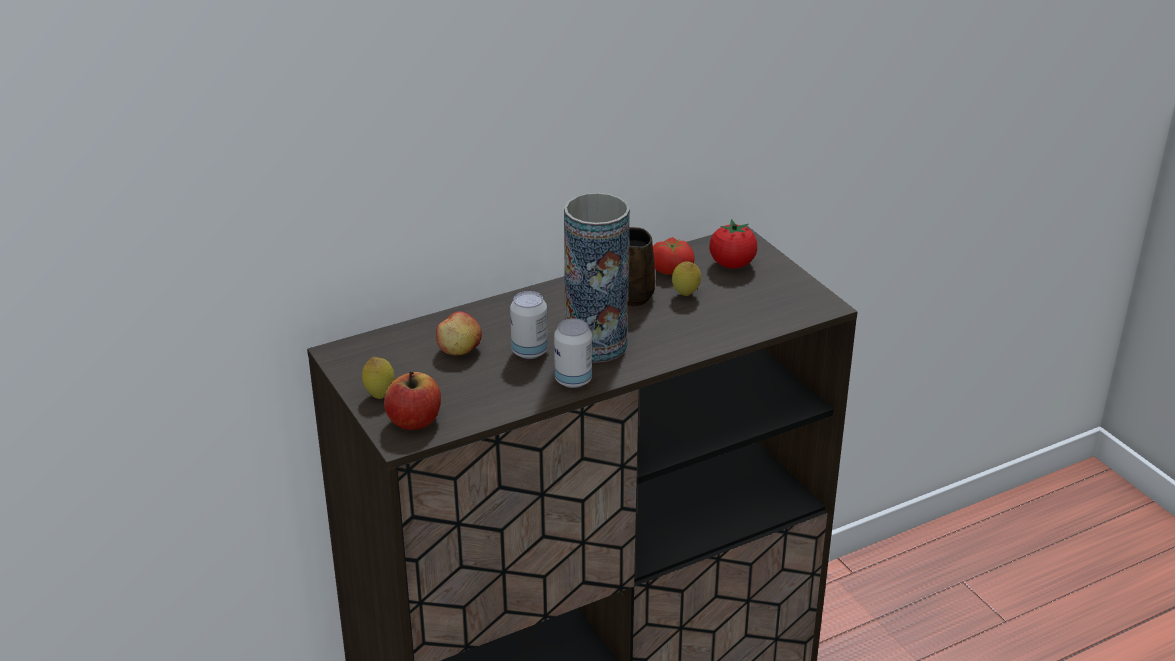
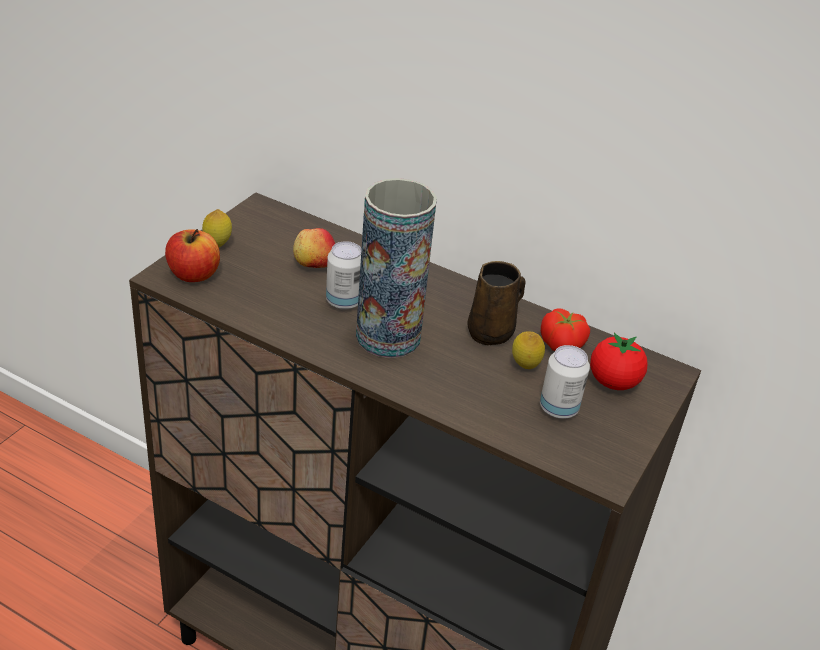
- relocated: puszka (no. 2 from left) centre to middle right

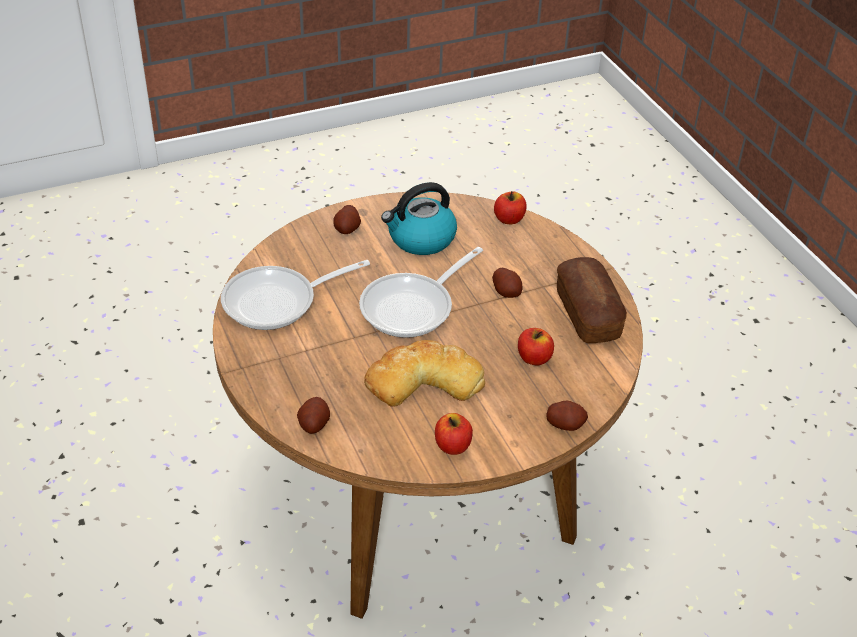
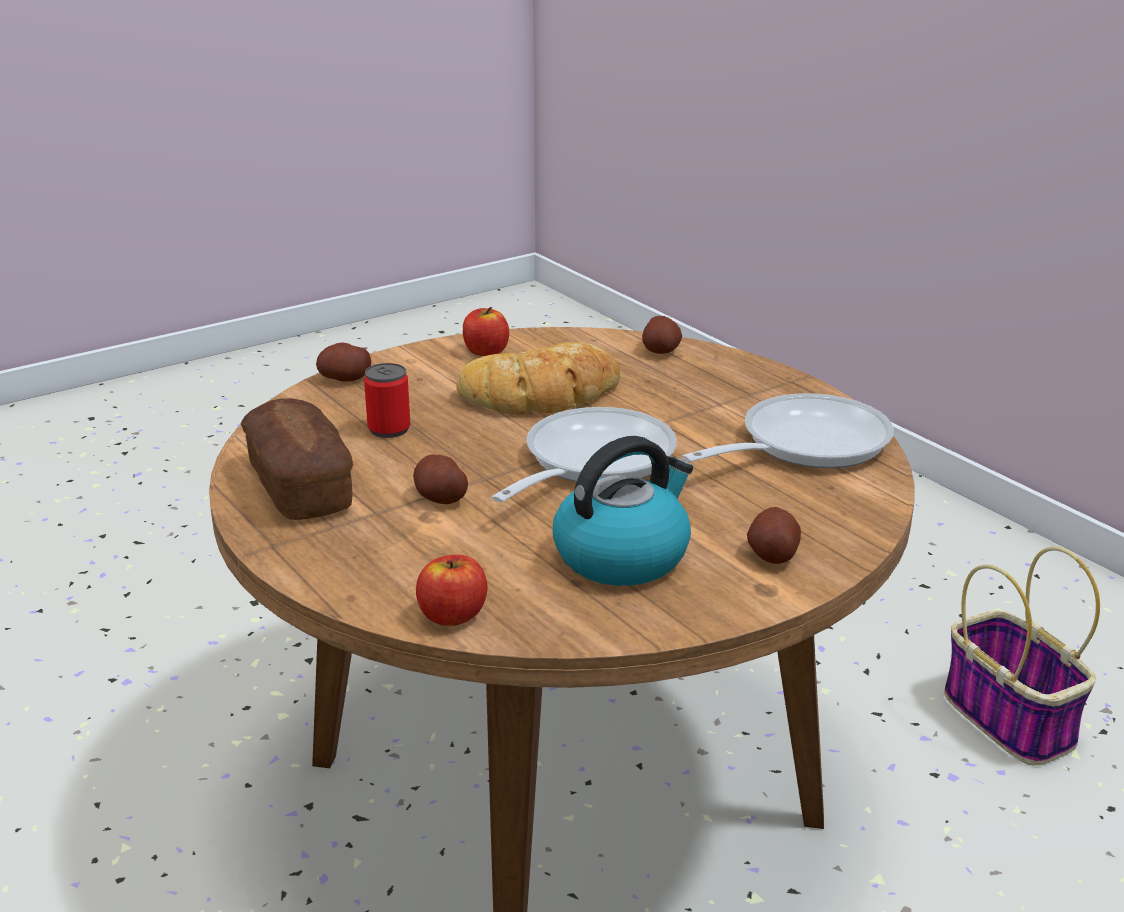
- exchanged: jabłko (no. 3 from left) centre to puszka centre
- appeared: koszyk bottom right

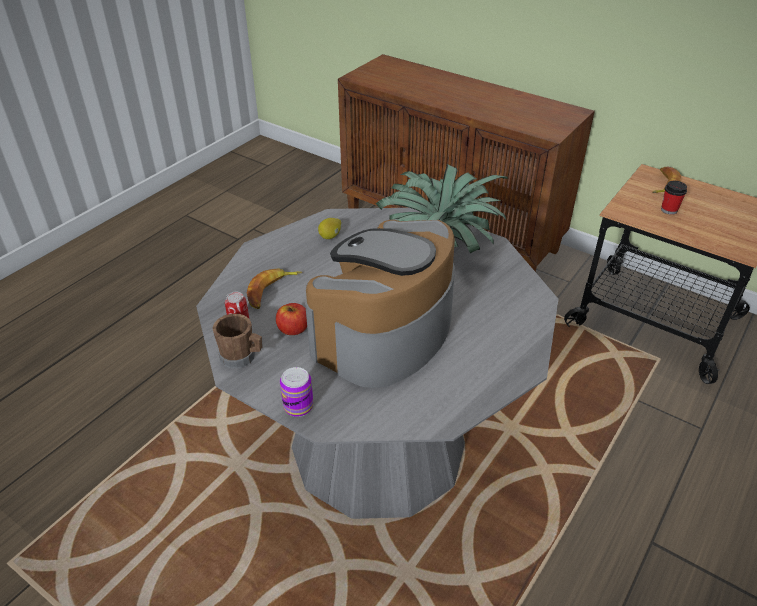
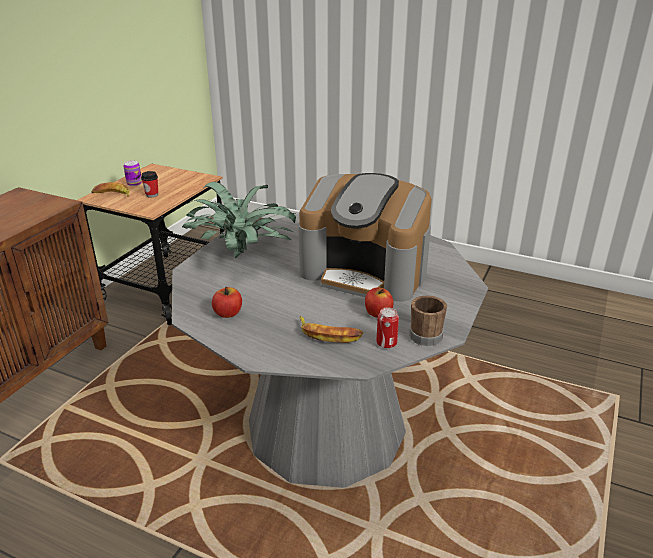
- relocated: puszka (no. 2 from left in the first image) centre to puszka (no. 1 from left) top left
- exchanged: cytryna centre to jabłko (no. 1 from left) centre

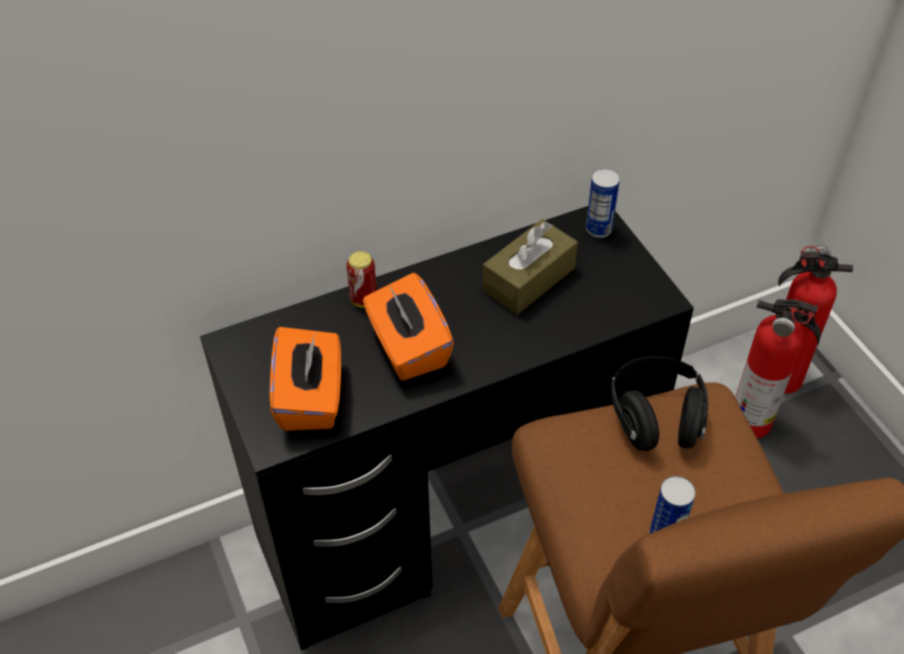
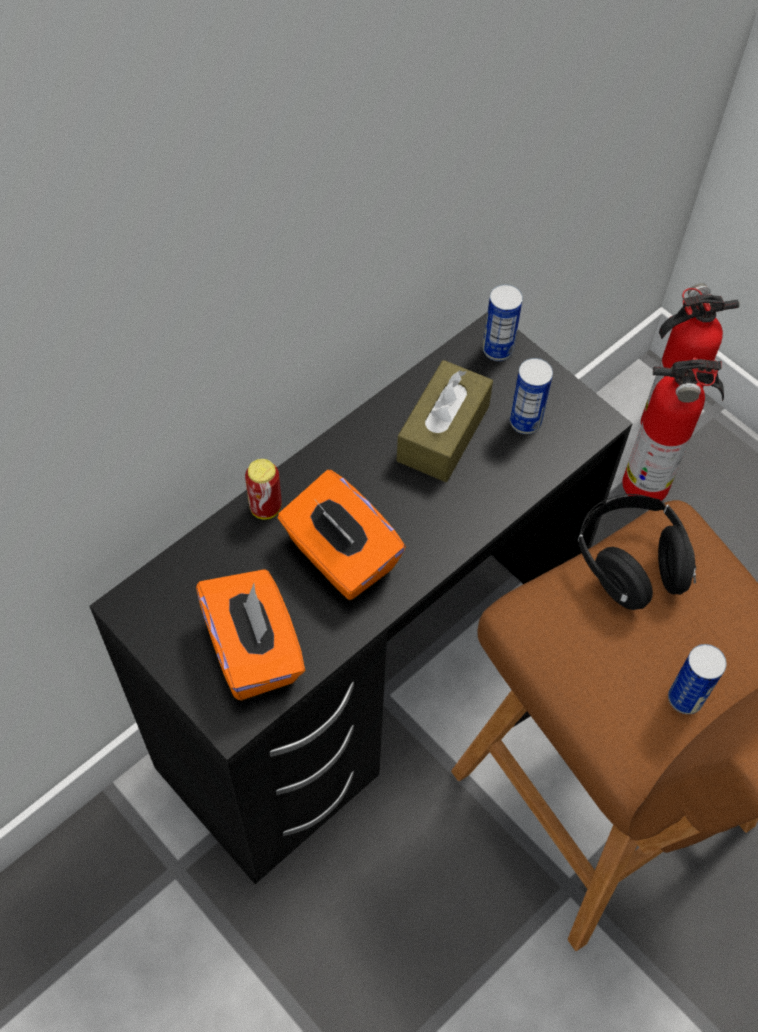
- appeared: puszka (no. 3 from left) middle right

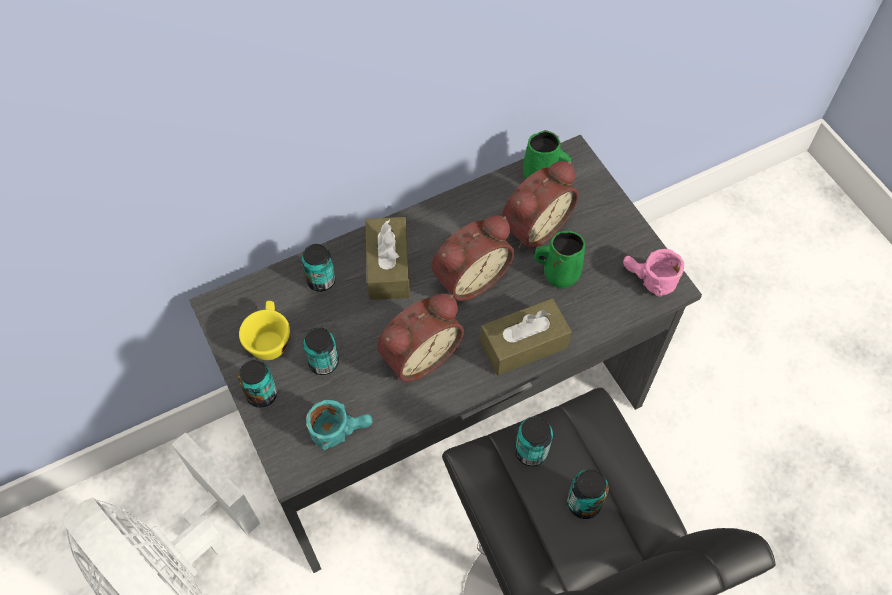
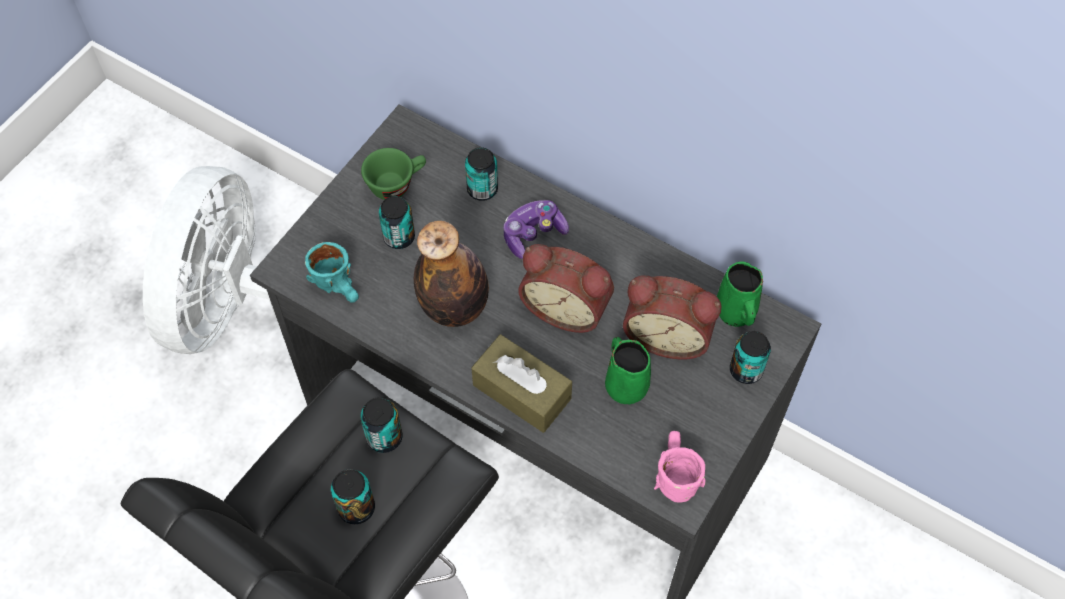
- colour: filiżanka/żółty middle left to filiżanka/zielony top centre
- exchanged: budzik (no. 1 from left) centre to butelka centre
- exchanged: pudełko chusteczek/brązowy (no. 1 from left) centre to pad do gier centre
- relocated: puszka (no. 1 from left in the first image) middle left to puszka (no. 5 from left) middle right

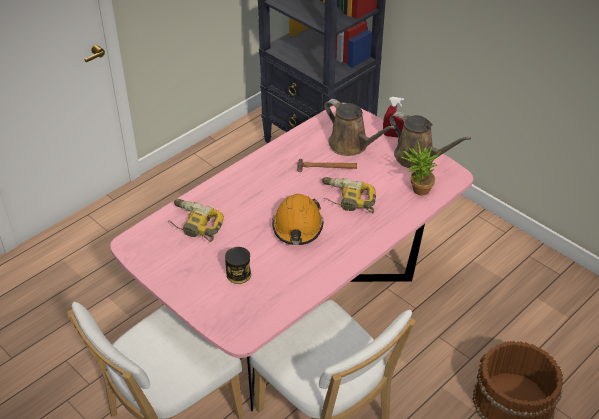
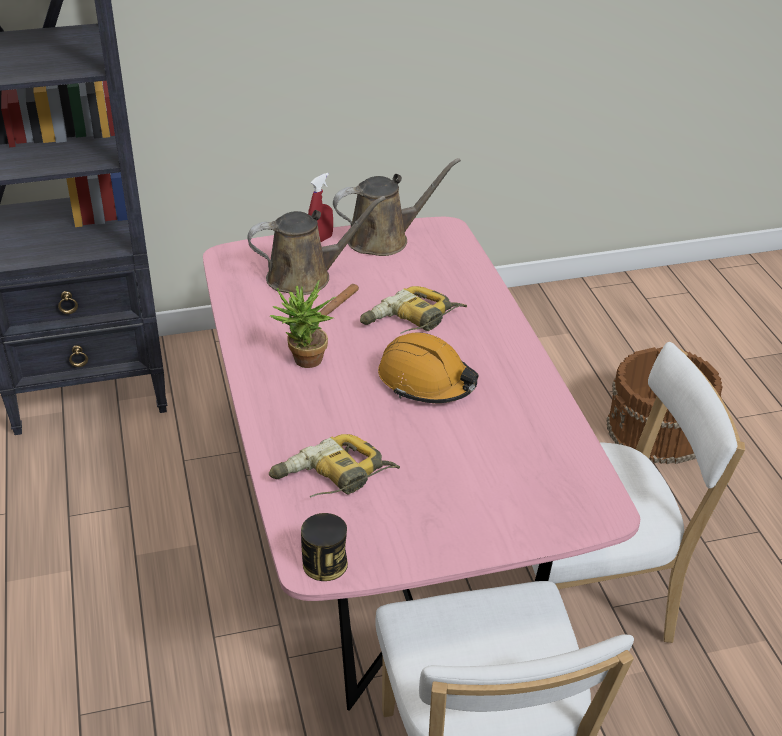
- relocated: roślina doniczkowa middle right to centre
- relocated: puszka centre to bottom centre

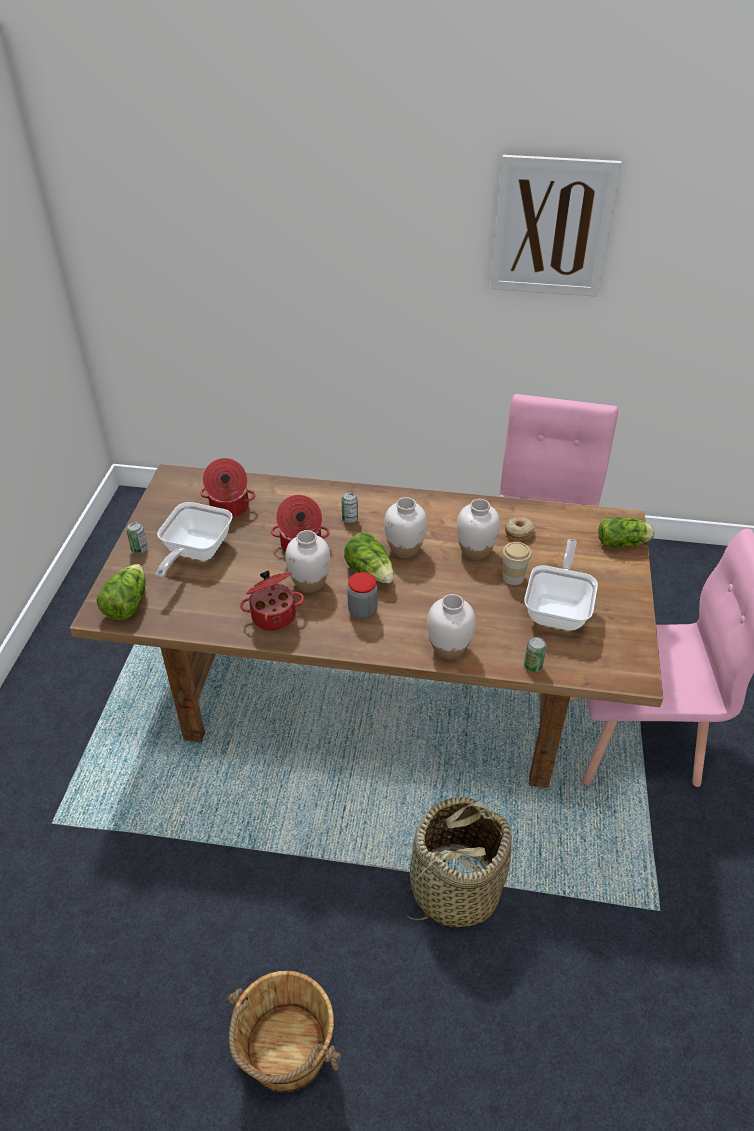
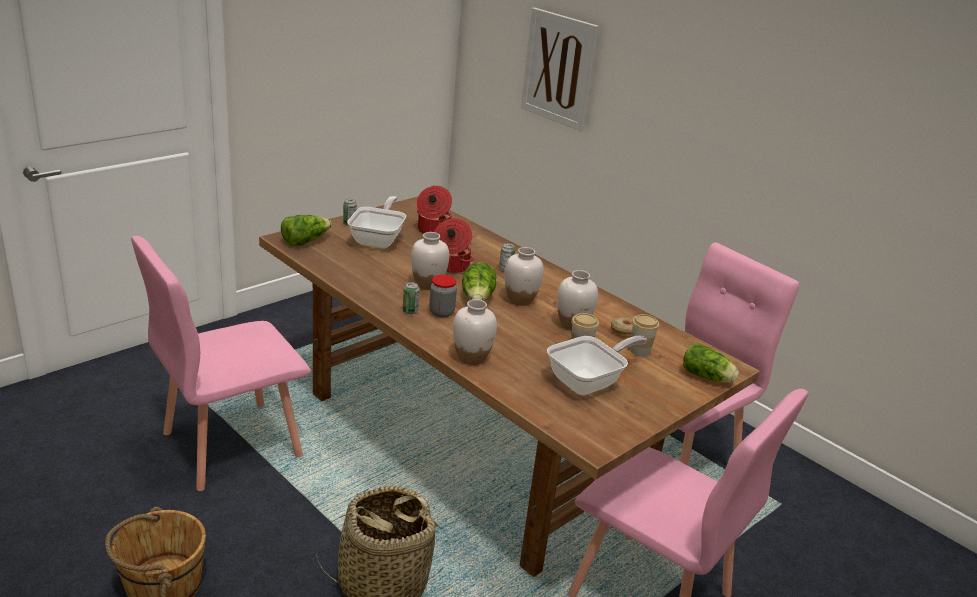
- appeared: krzesło/różowy (no. 1 from left) middle left
- spun: patelnia (no. 1 from left) middle left = centre 135 degrees clockwise
- relocated: puszka (no. 3 from left in the first image) middle right to puszka (no. 2 from left) centre
- relocated: obraz top right to top centre
- appeared: filiżanka (no. 2 from left) centre
- missing: garnek (no. 2 from left) centre

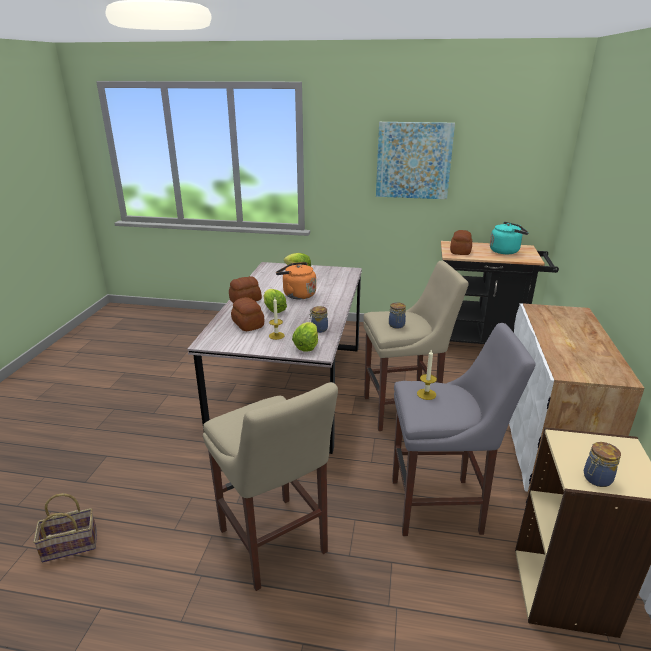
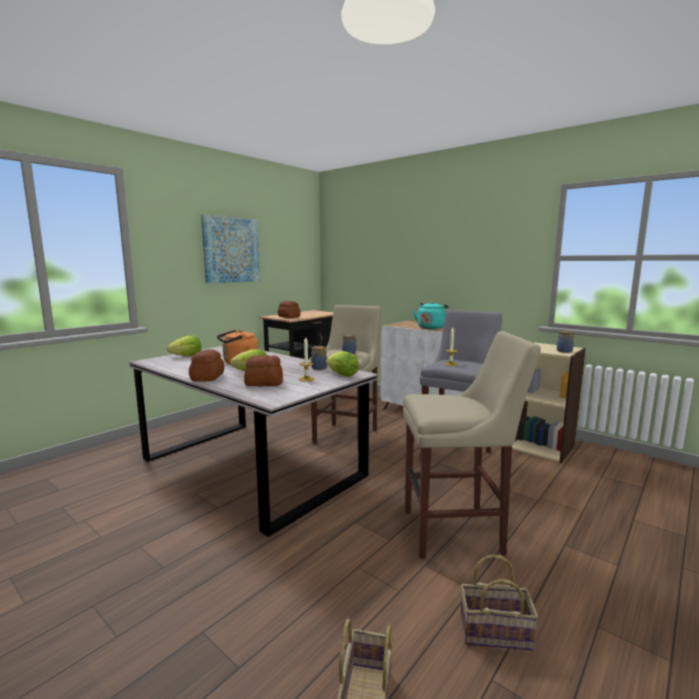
- relocated: czajnik/turkusowy middle right to centre
- appeared: koszyk (no. 2 from left) bottom right

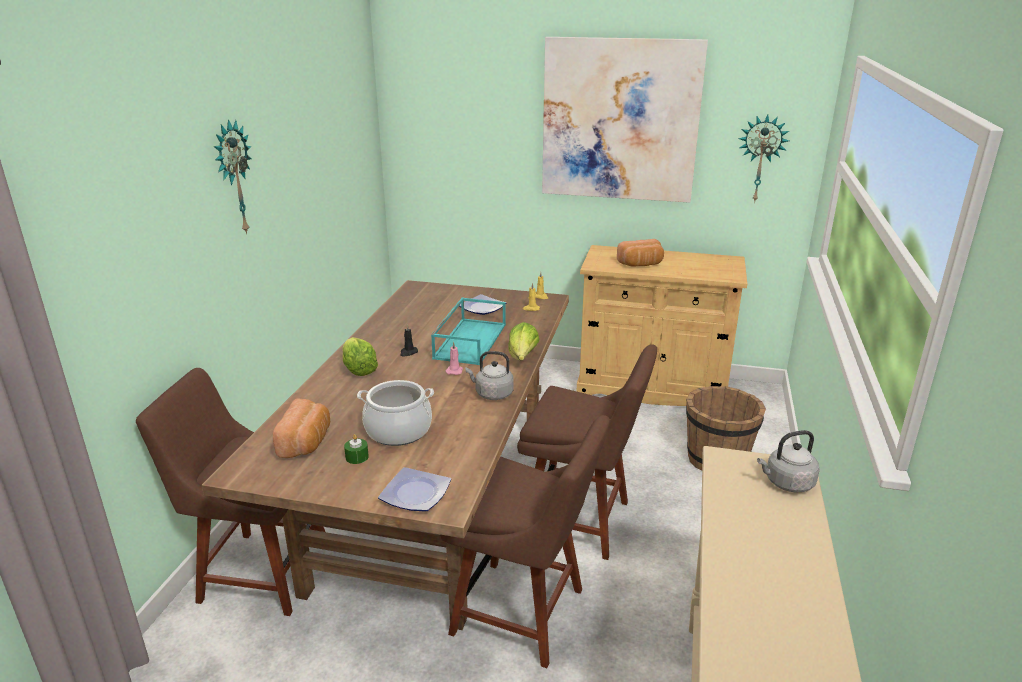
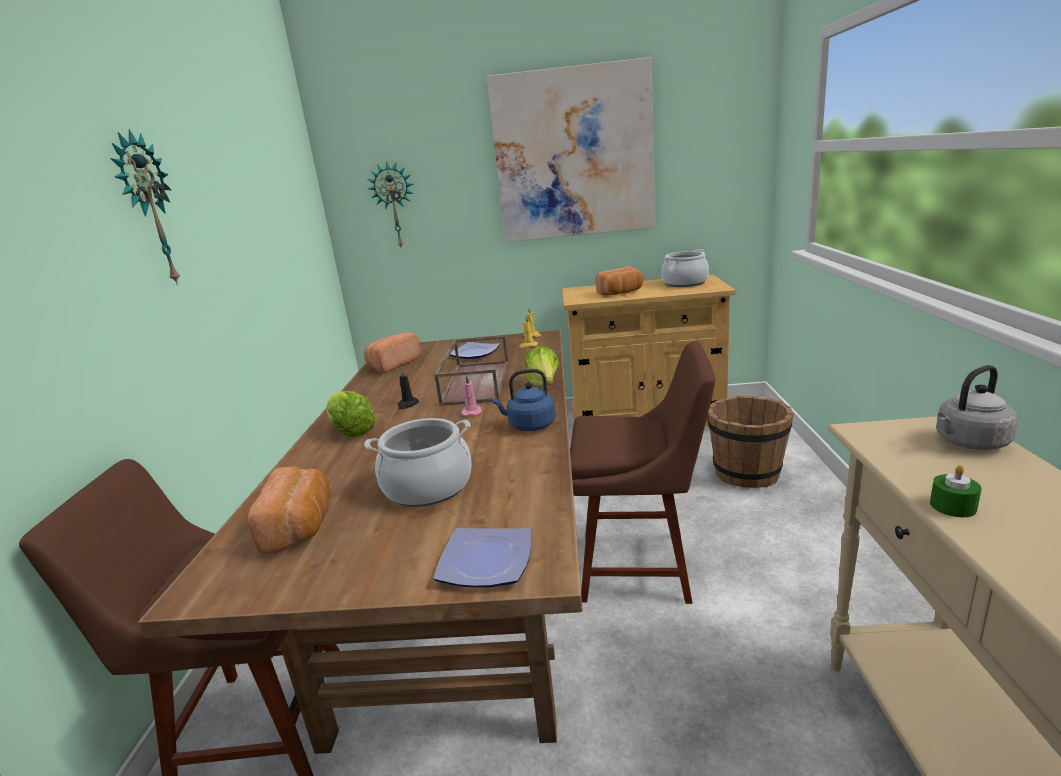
- appeared: chleb (no. 2 from left) centre
- relocated: zegar ścienny (no. 2 from left) top right to top centre
- colour: taca/turkusowy centre to taca/brązowy centre
- colour: czajnik/szary (no. 1 from left) centre to czajnik/niebieski centre
- appeared: garnek (no. 2 from left) centre
- relocated: świeca/zielony centre to middle right
- missing: krzesło/brązowy (no. 2 from left) bottom centre

